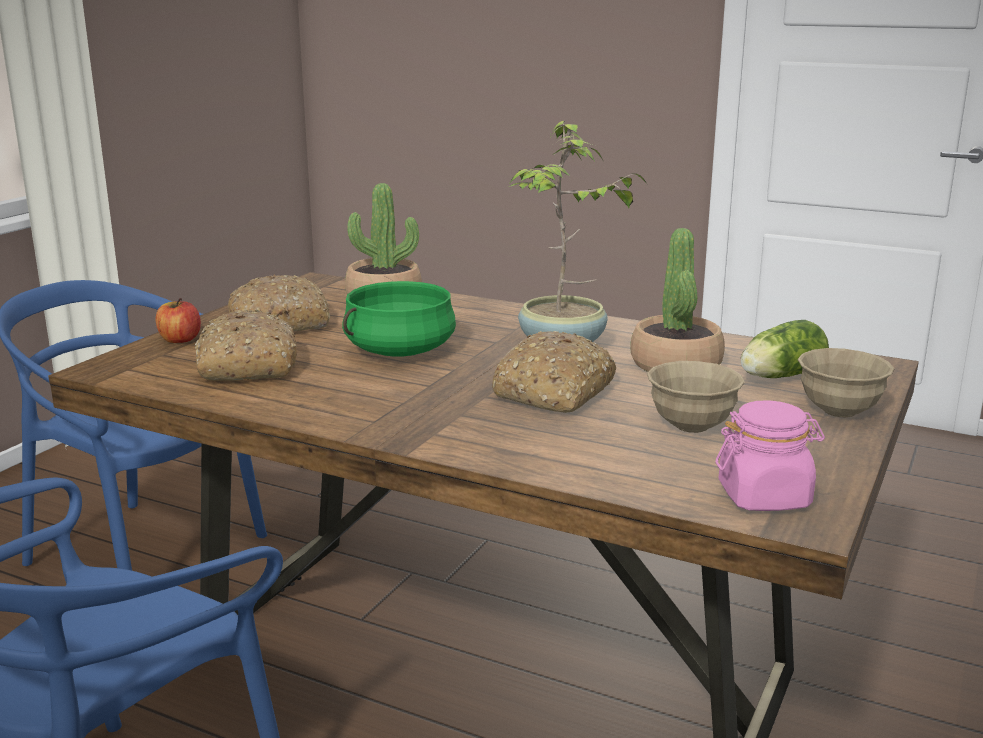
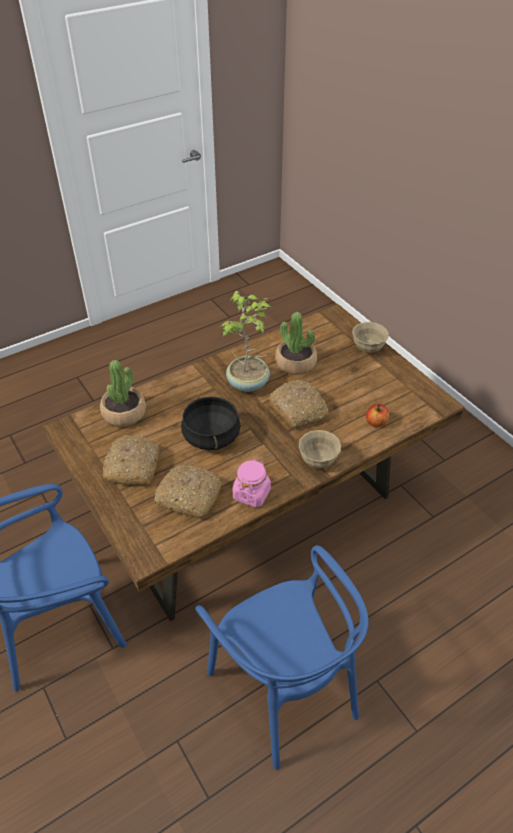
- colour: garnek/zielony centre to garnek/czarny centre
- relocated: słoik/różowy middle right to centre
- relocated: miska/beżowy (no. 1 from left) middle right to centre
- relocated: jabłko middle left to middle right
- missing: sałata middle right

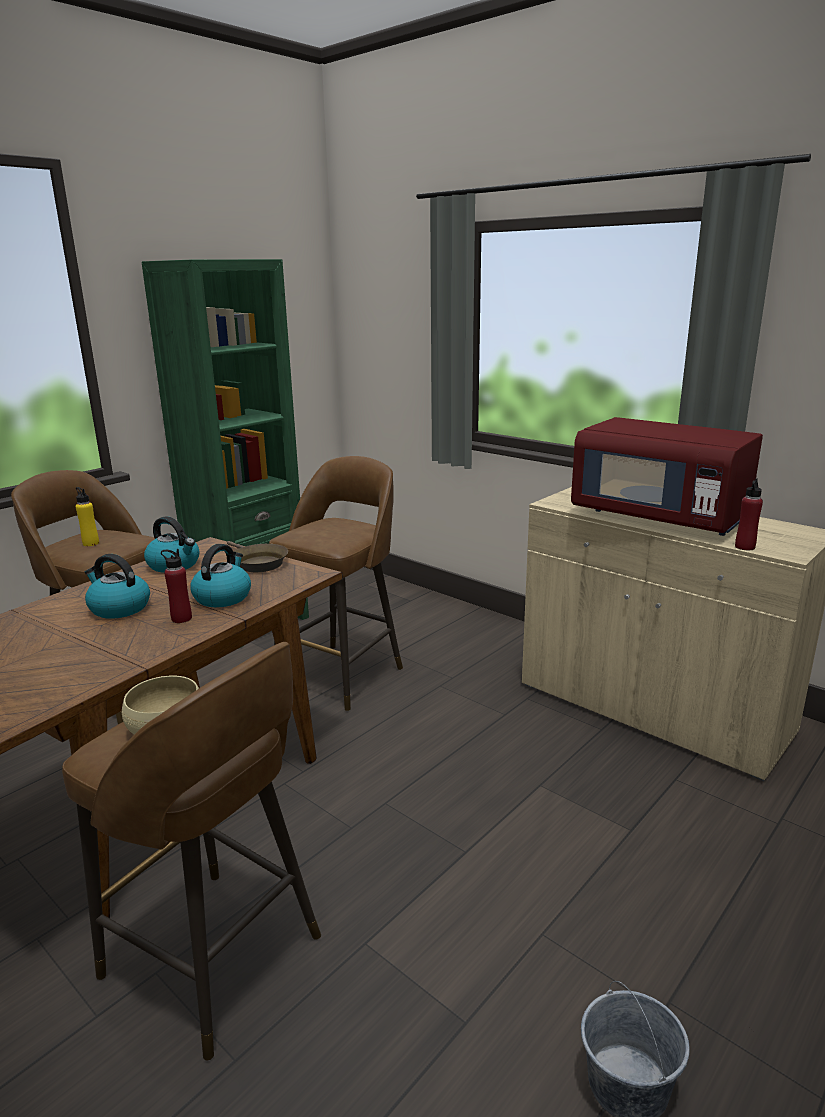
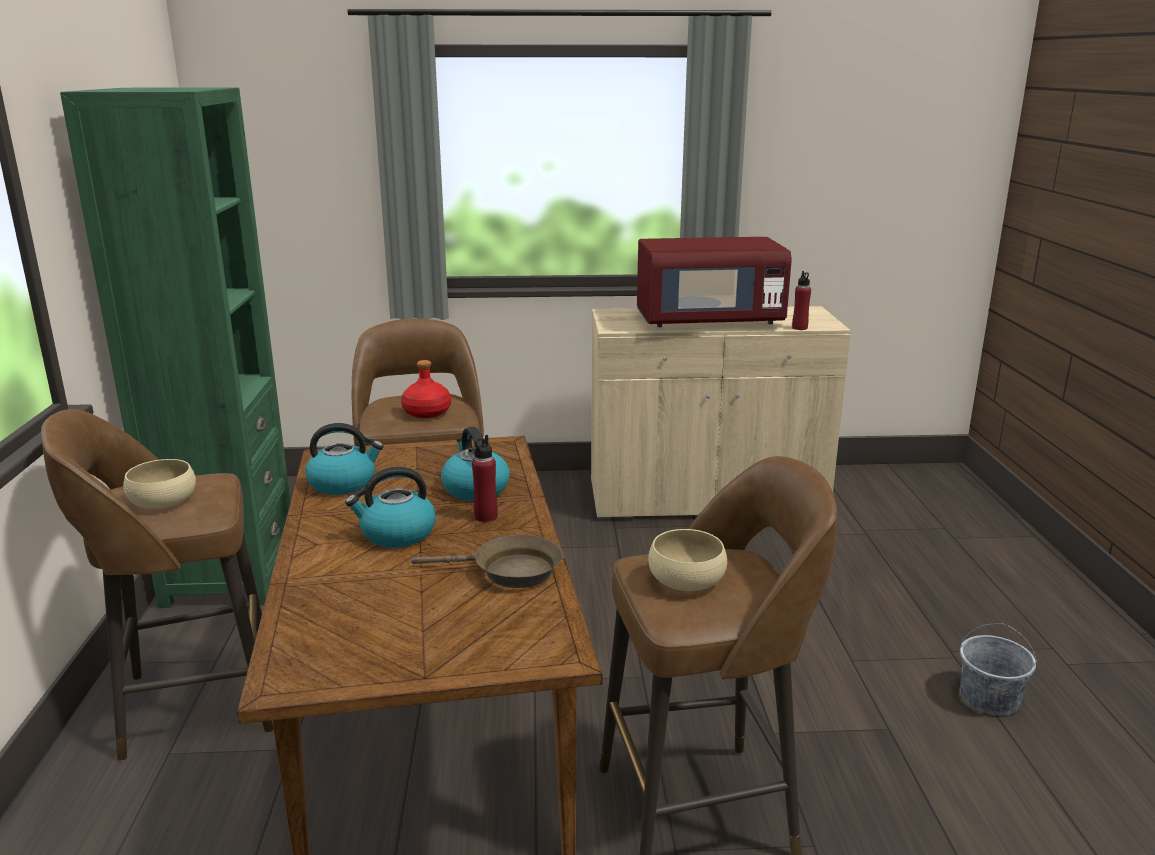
- exchanged: butelka/żółty middle left to miska/beżowy (no. 1 from left) middle left
- appeared: butelka/czerwony (no. 1 from left) centre
- relocated: patelnia/brązowy middle left to centre

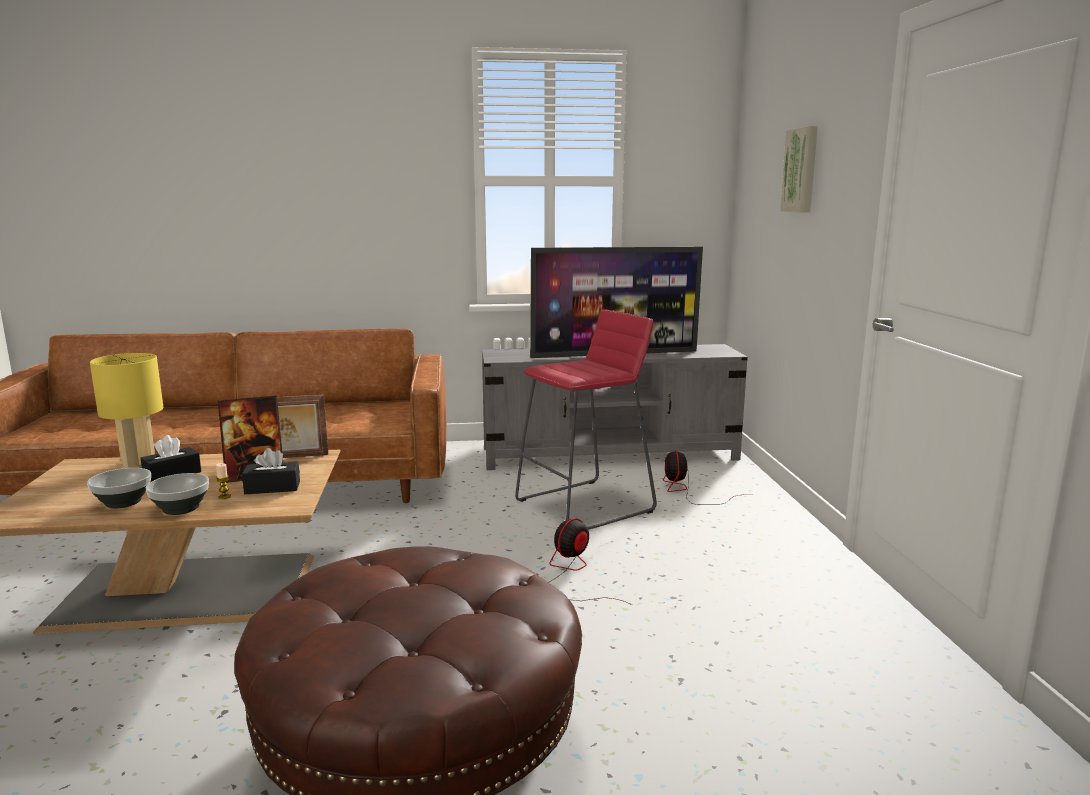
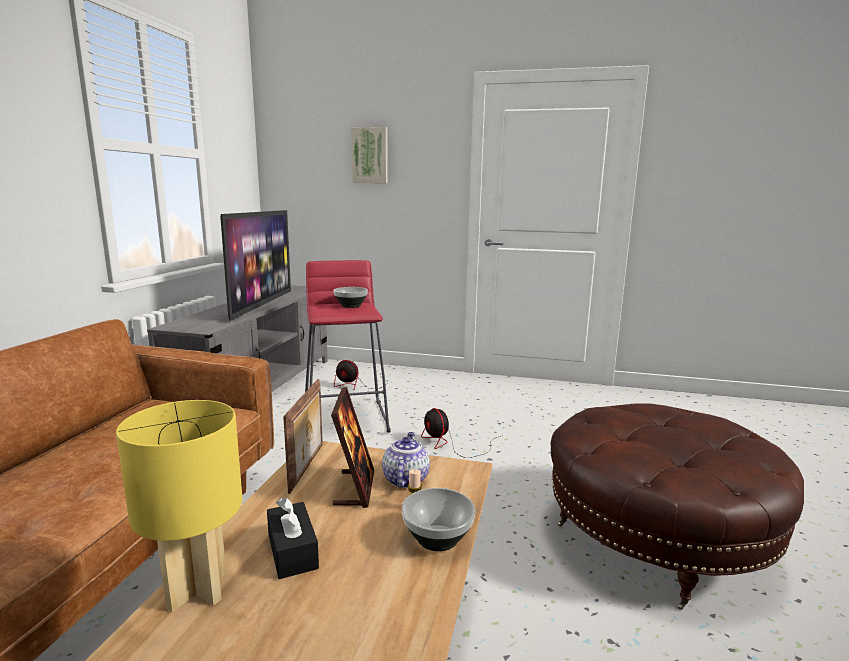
- relocated: miska (no. 1 from left) middle left to centre
- exchanged: pudełko chusteczek/czarny (no. 2 from left) middle left to imbryk bottom centre

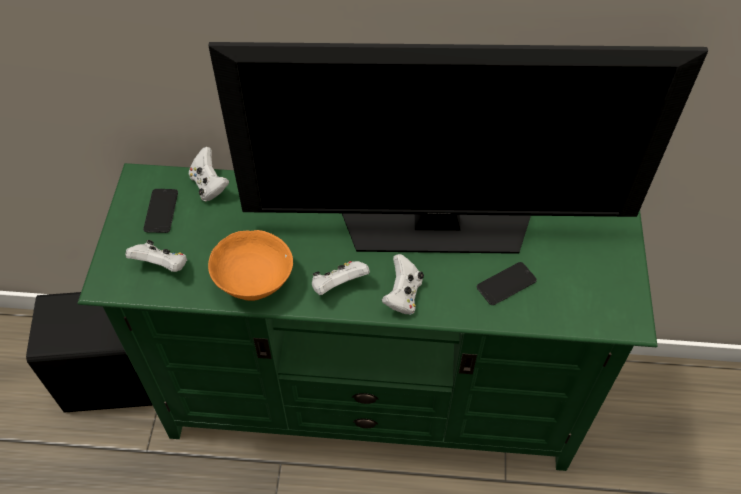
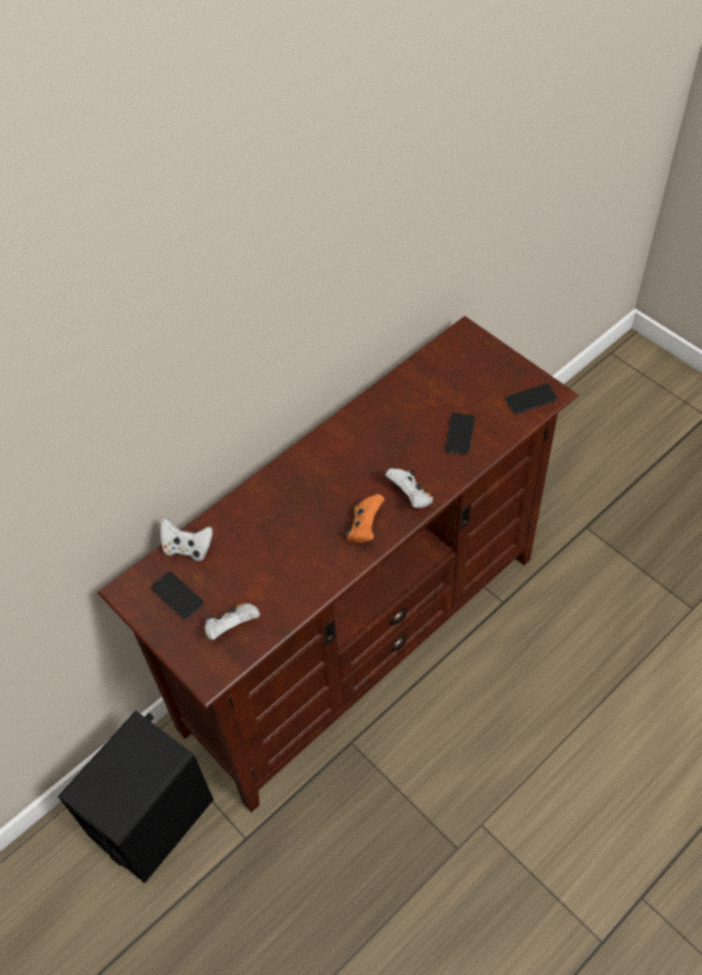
- colour: szafka pod telewizor/zielony centre to szafka pod telewizor/brązowy centre
- colour: pad do gier/biały (no. 3 from left) centre to pad do gier/pomarańczowy centre
- appeared: telefon (no. 3 from left) middle right
- missing: telewizor top centre
- missing: miska/pomarańczowy centre

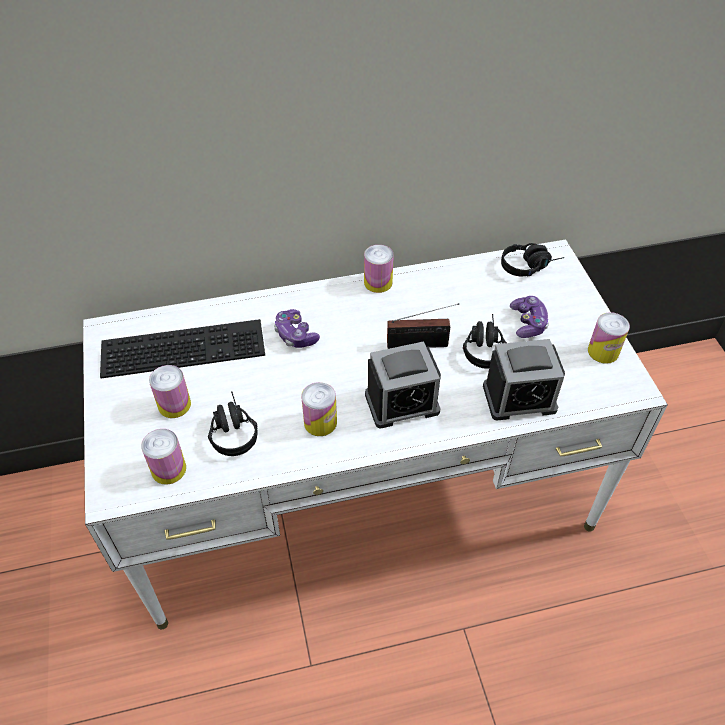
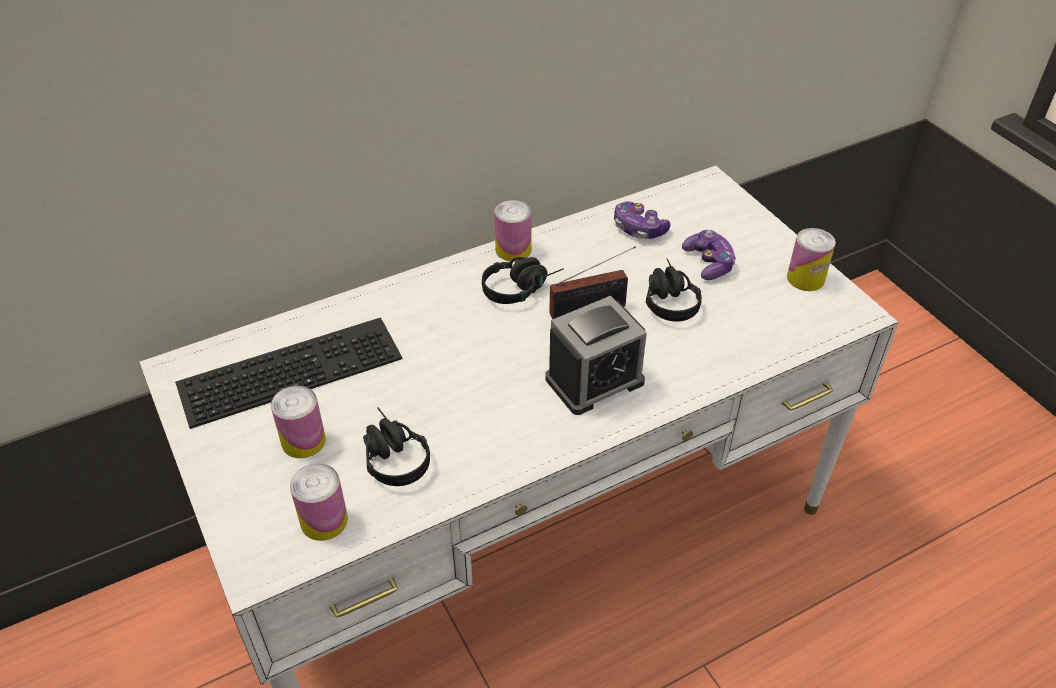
- relocated: słuchawki/czarny (no. 3 from left in the first image) middle right to słuchawki/czarny (no. 2 from left) centre
- relocated: pad do gier (no. 1 from left) centre to top centre
- missing: puszka (no. 3 from left) centre
- missing: budzik (no. 2 from left) middle right

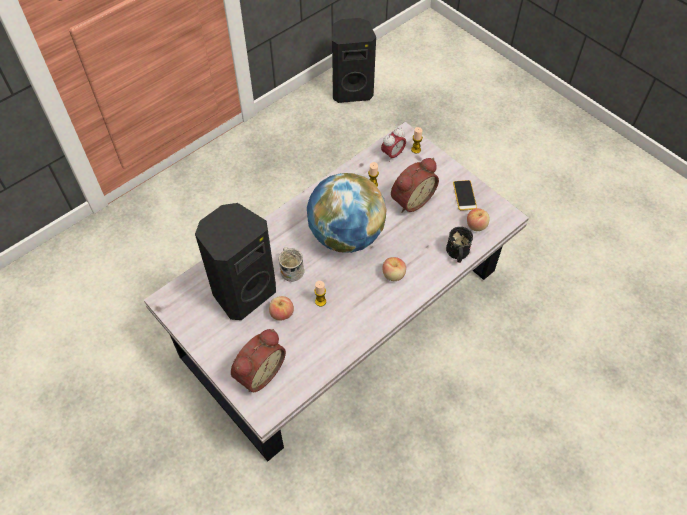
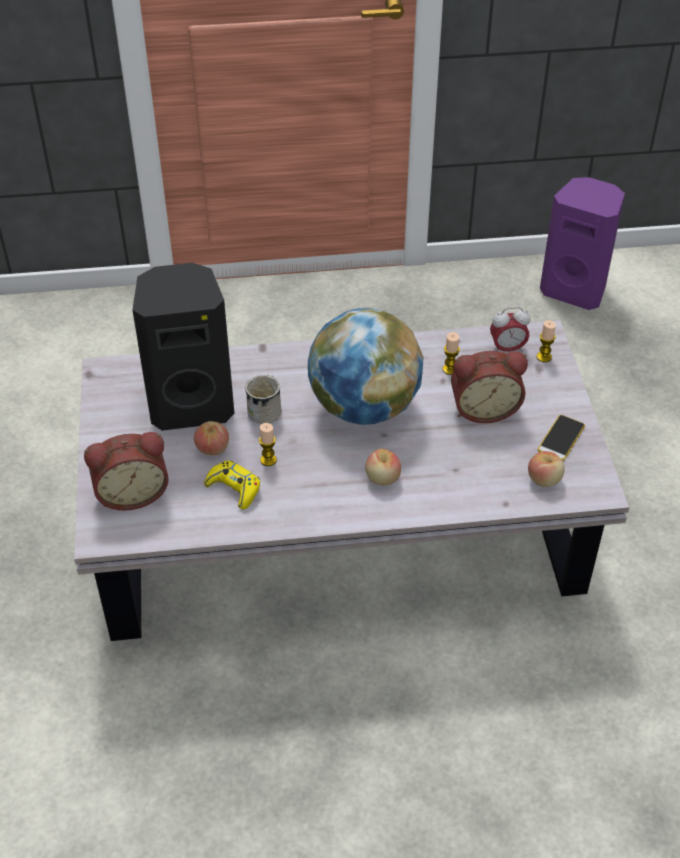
- appeared: pad do gier/żółty centre
- colour: głośnik/czarny (no. 2 from left) top centre to głośnik/fioletowy top right
- missing: kubek/czarny middle right

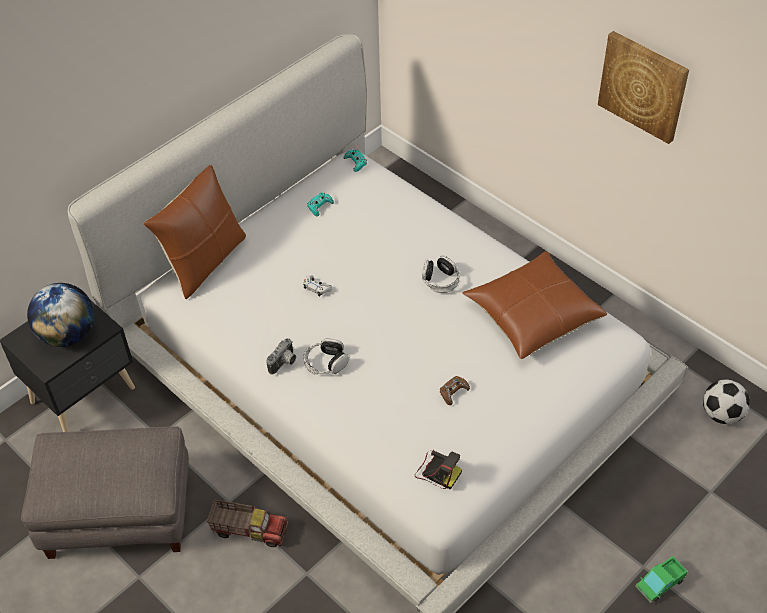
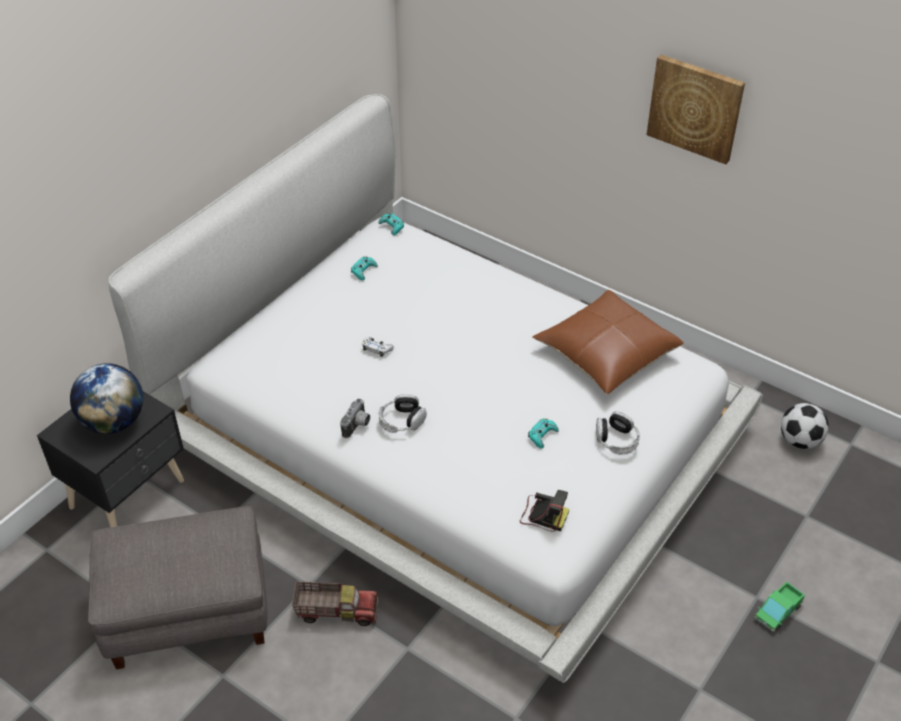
- colour: pad do gier/brązowy centre to pad do gier/turkusowy (no. 3 from left) centre
- relocated: słuchawki (no. 2 from left) centre to middle right
- missing: poduszka/brązowy (no. 1 from left) middle left

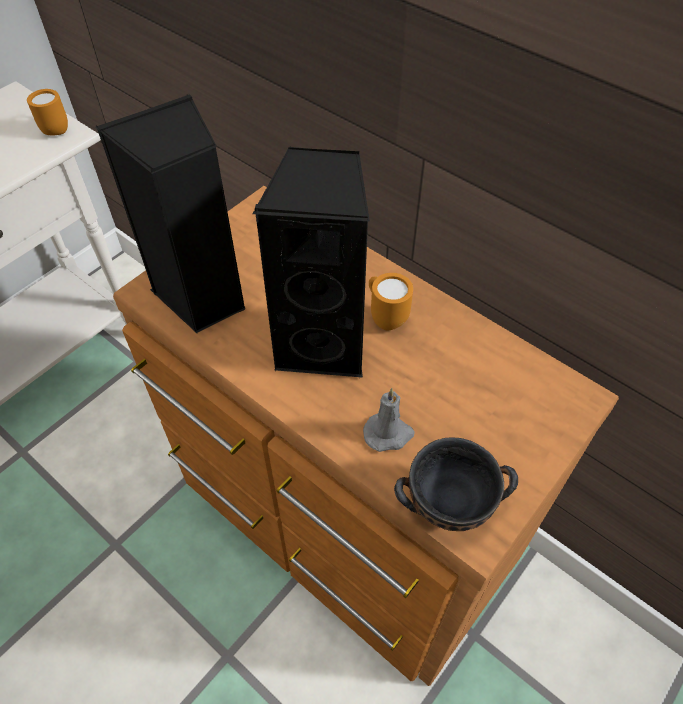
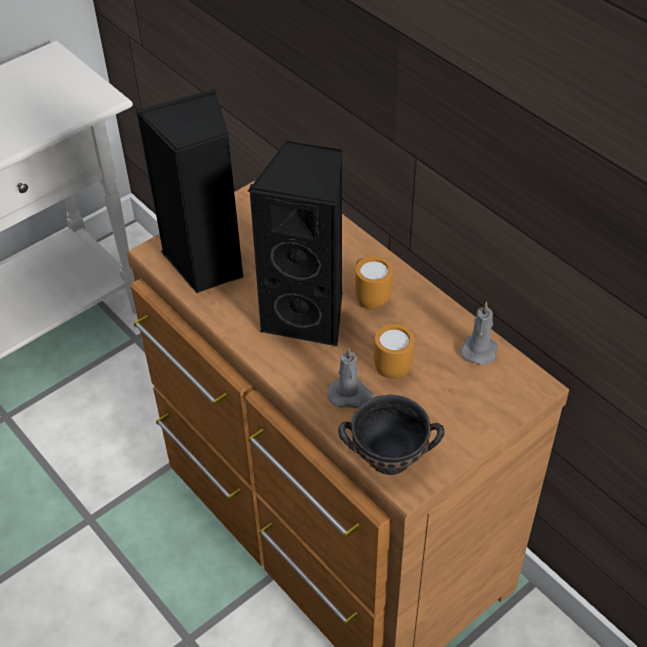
- relocated: kubek/pomarańczowy (no. 1 from left in the first image) top left to kubek/pomarańczowy (no. 2 from left) centre
- appeared: świeca/szary (no. 2 from left) middle right

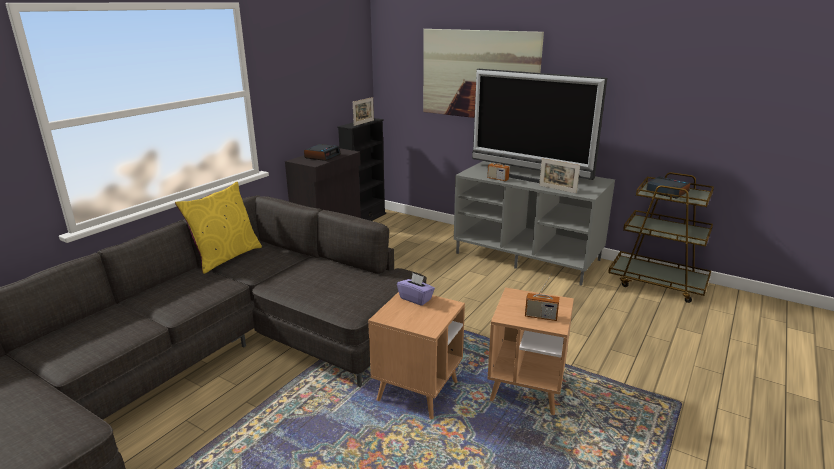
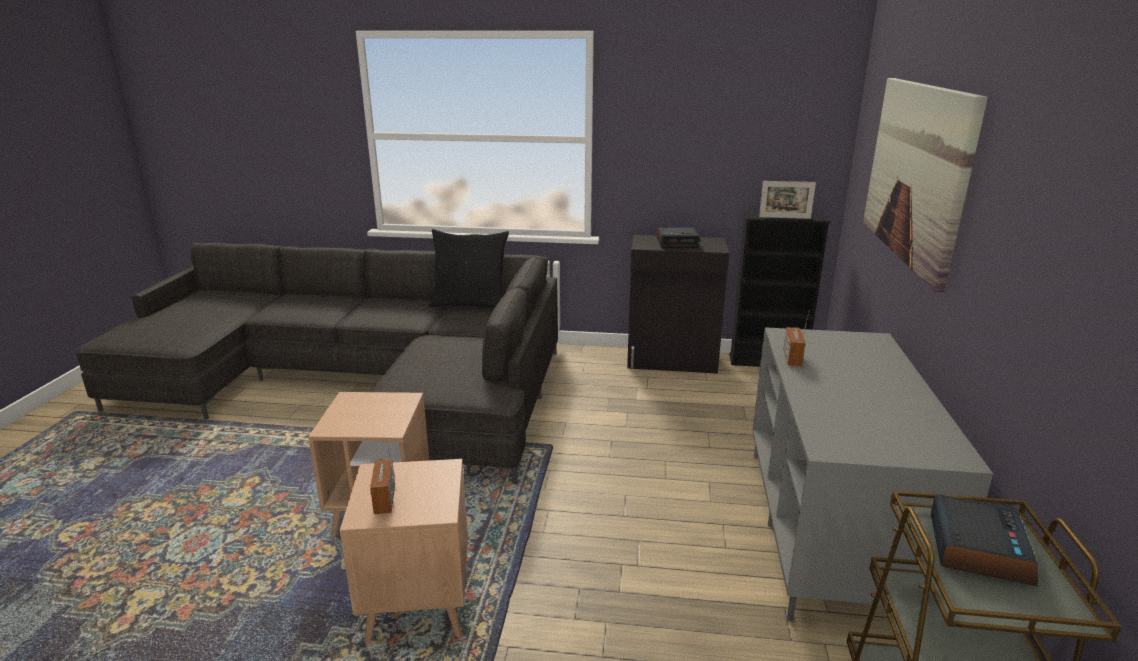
- colour: poduszka/żółty middle left to poduszka/czarny centre
- missing: pudełko chusteczek/fioletowy centre
- missing: telewizor top centre
- missing: ramka na zdjęcie (no. 2 from left) middle right

